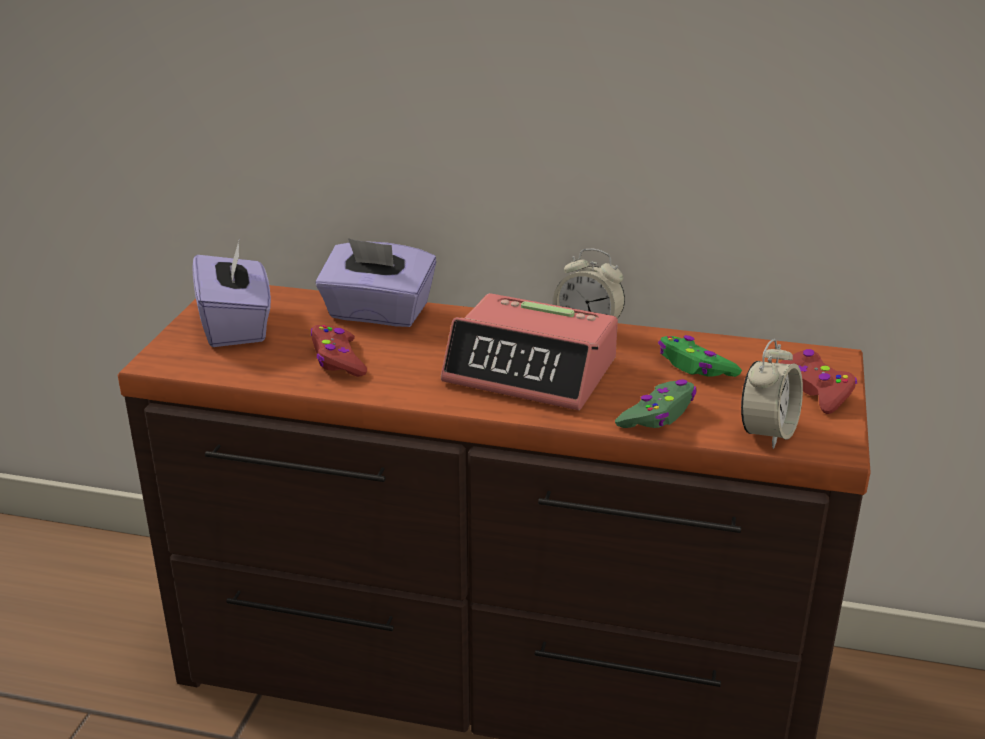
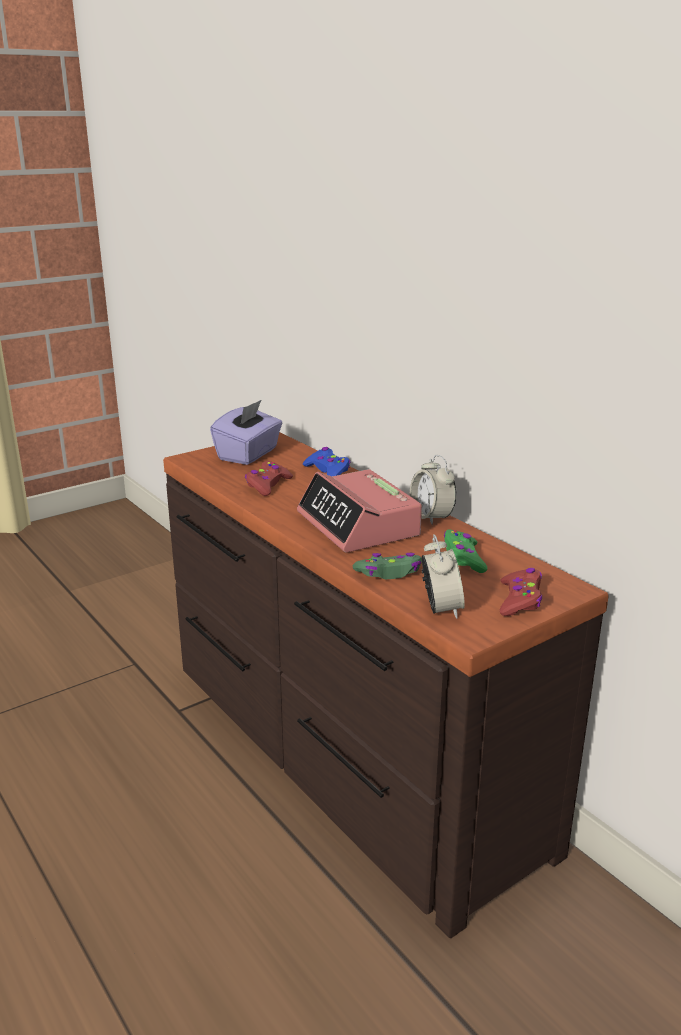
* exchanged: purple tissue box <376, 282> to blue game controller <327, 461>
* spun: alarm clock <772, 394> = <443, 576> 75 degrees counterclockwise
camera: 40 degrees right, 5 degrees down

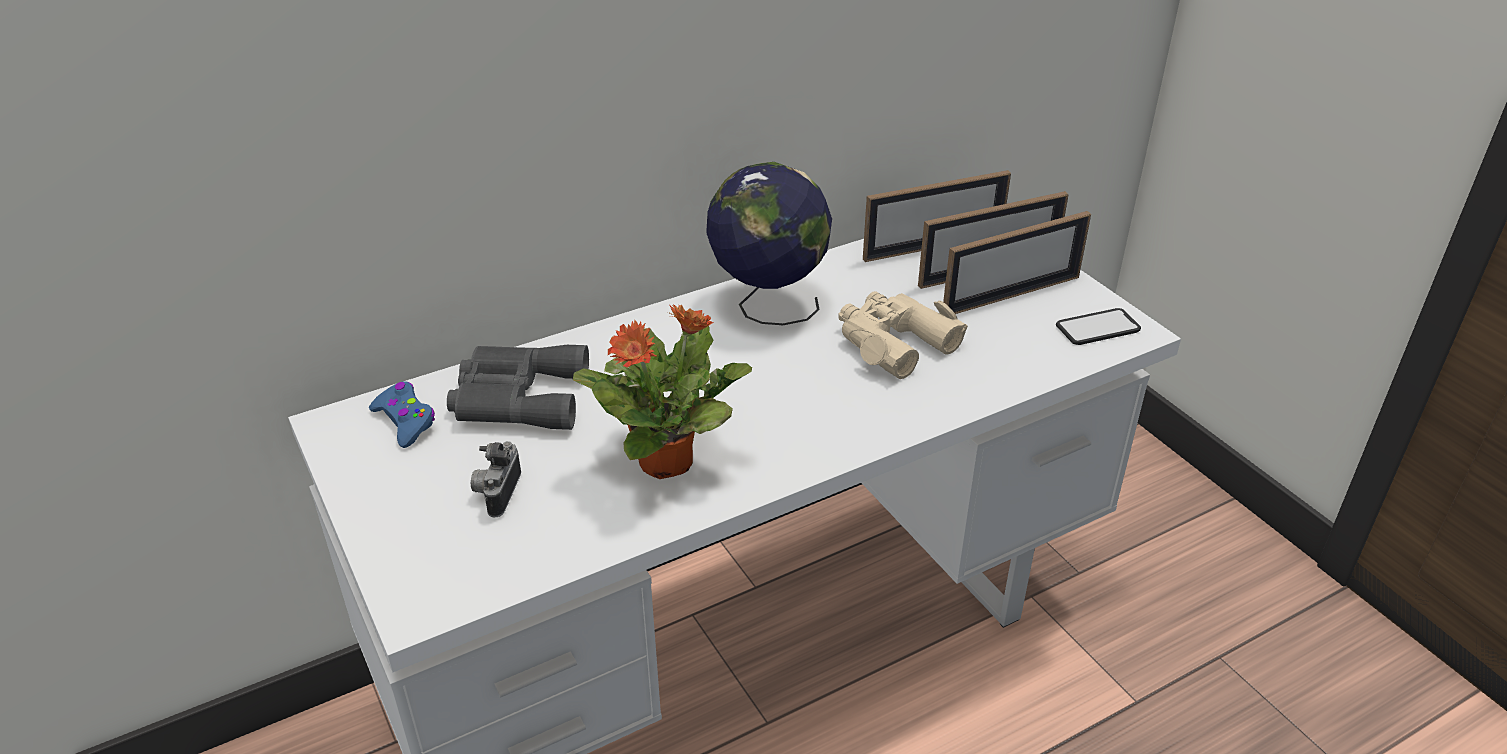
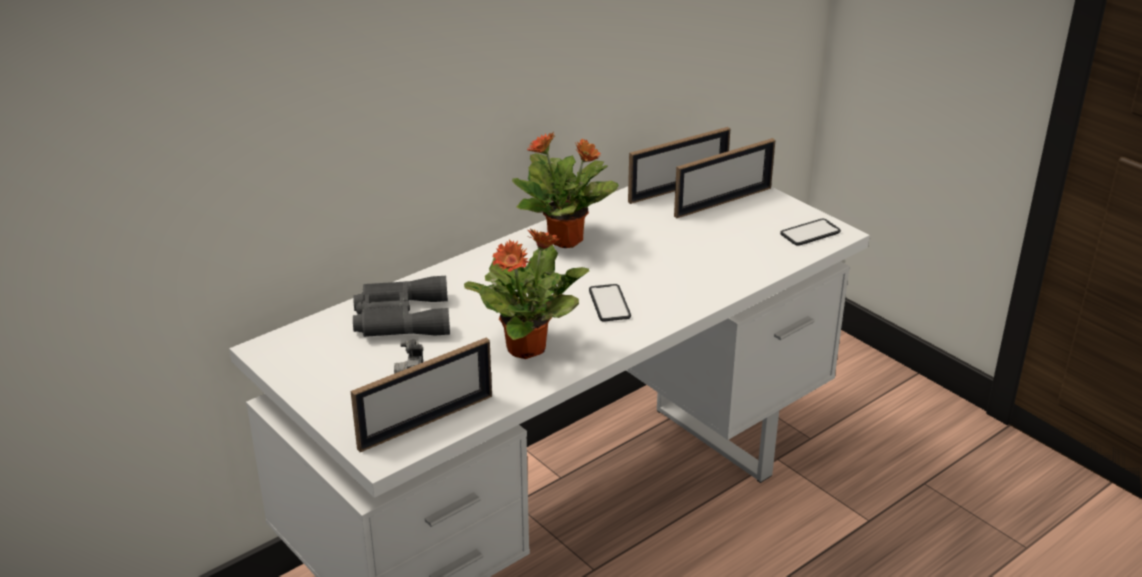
* missing: blue game controller <402, 414>
* missing: beige binoculars <903, 335>
* appeared: phone <610, 303>
* relocated: picture frame <1017, 262> to <421, 394>
* exchanged: globe <769, 243> to potted plant <565, 190>
camera: 10 degrees left, 5 degrees down

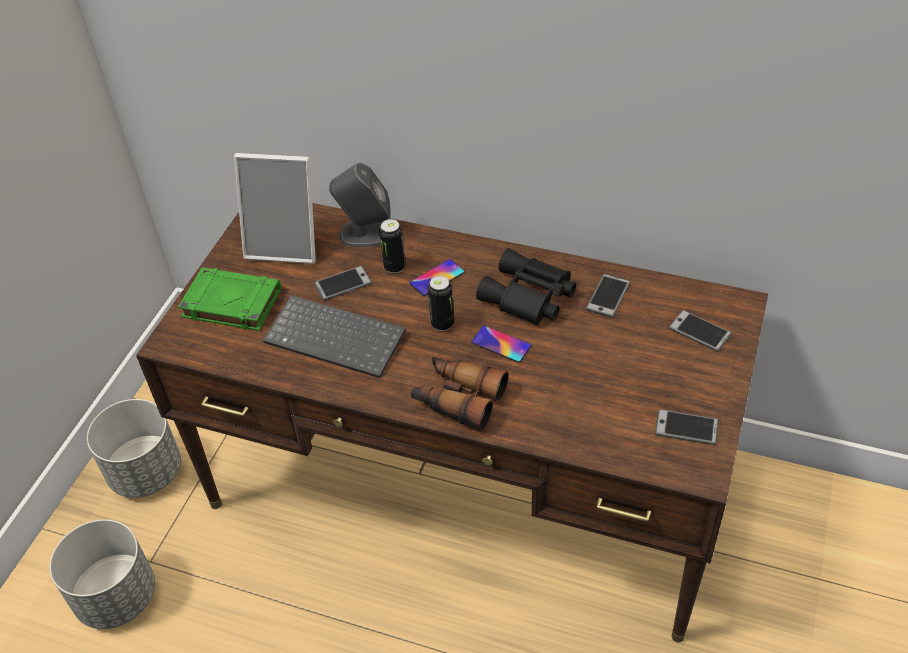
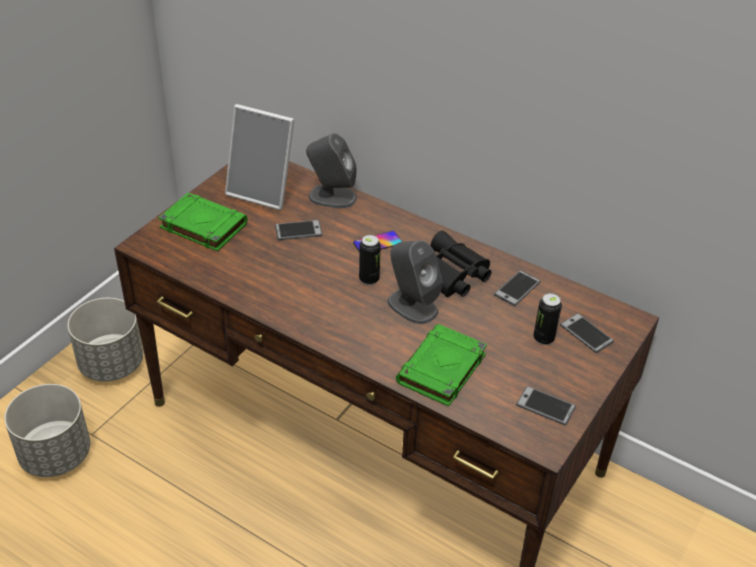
* missing: keyboard <334, 336>
* missing: binoculars <460, 394>
* appeared: green book <441, 365>
* relocated: can <392, 246> to <547, 319>
* exchanged: phone <501, 344> to grey speaker <415, 282>
camera: 10 degrees right, 5 degrees down

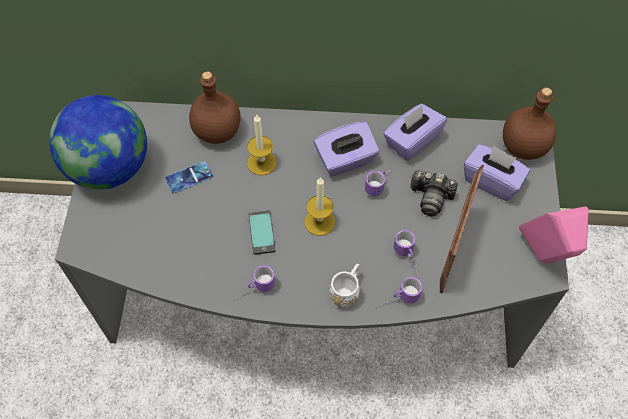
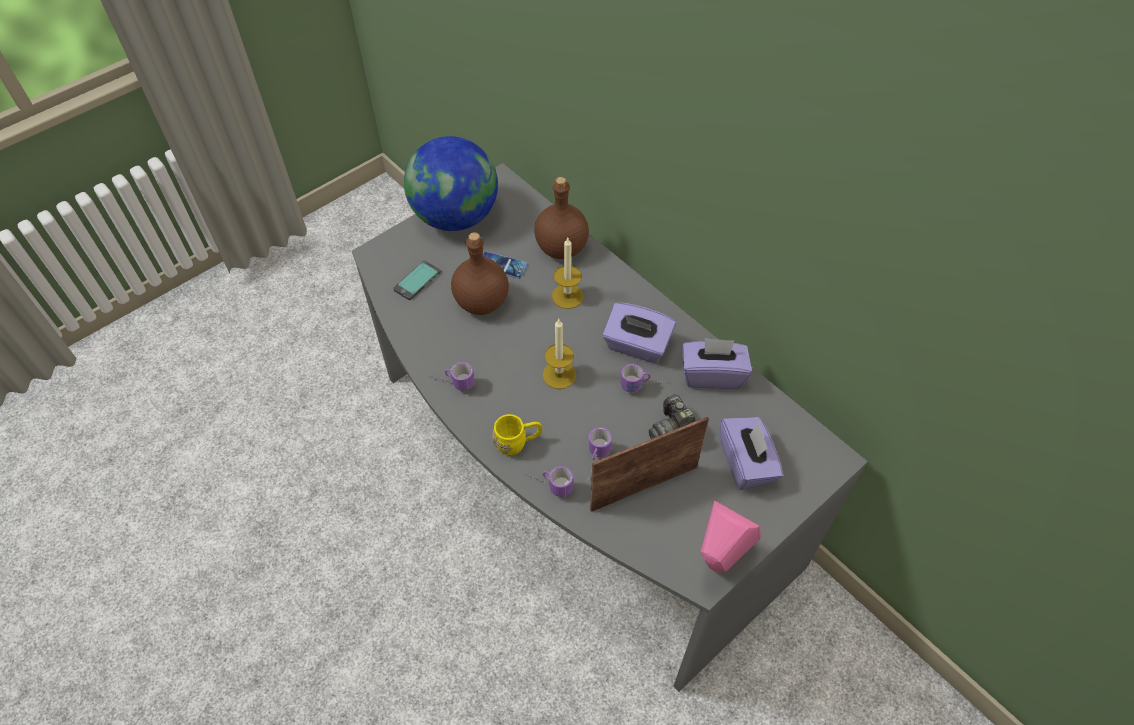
* relocated: phone <262, 232> to <417, 280>
* relocated: brown bottle <529, 123> to <480, 273>
* colour: white mug <344, 286> to yellow mug <517, 435>
camera: 45 degrees right, 5 degrees down

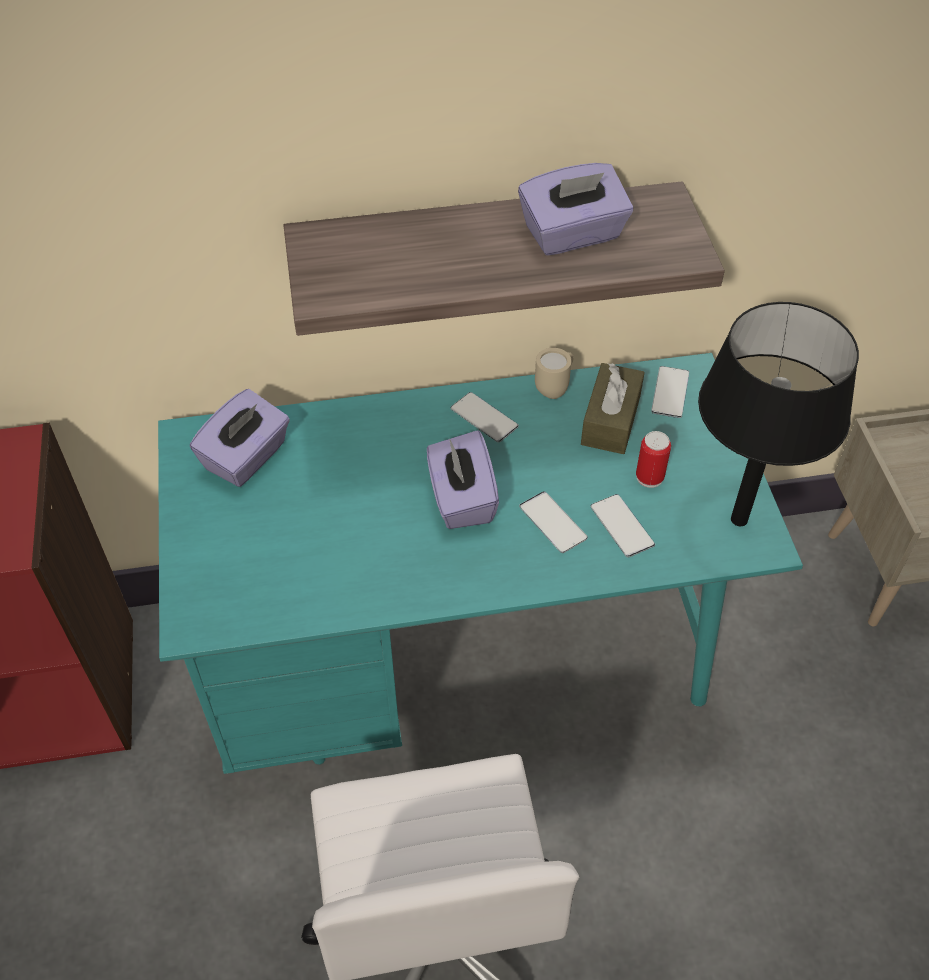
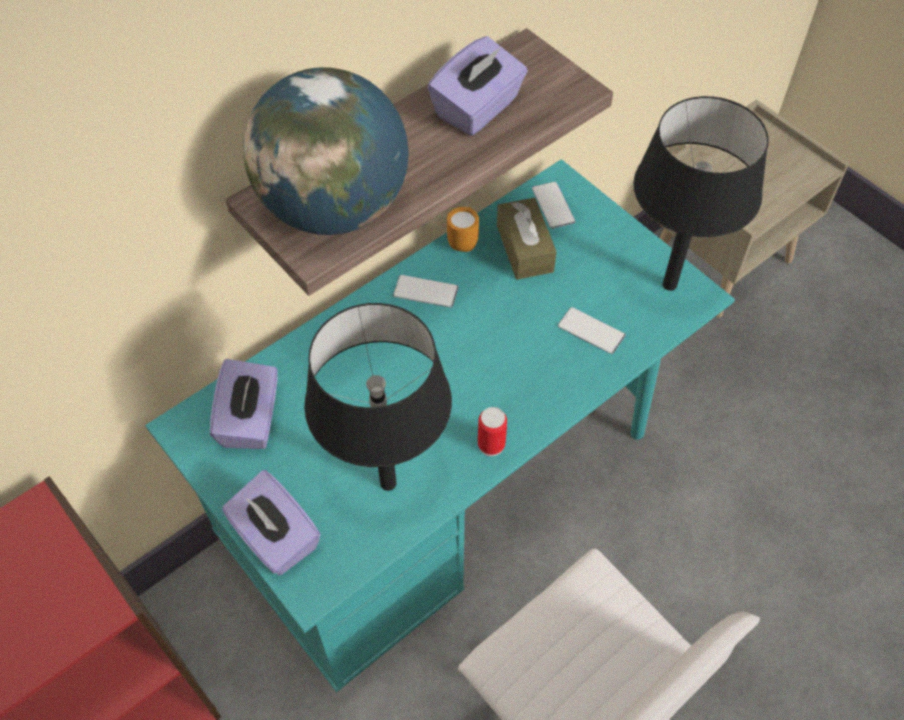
* missing: phone <553, 522>
* appeared: globe <326, 151>
* appeared: black table lamp <378, 397>
* relocated: purple tissue box <463, 479> to <271, 522>
* relocated: can <653, 459> to <492, 431>
* colour: beige mug <554, 373> to orange mug <463, 229>
camera: 30 degrees left, 5 degrees up

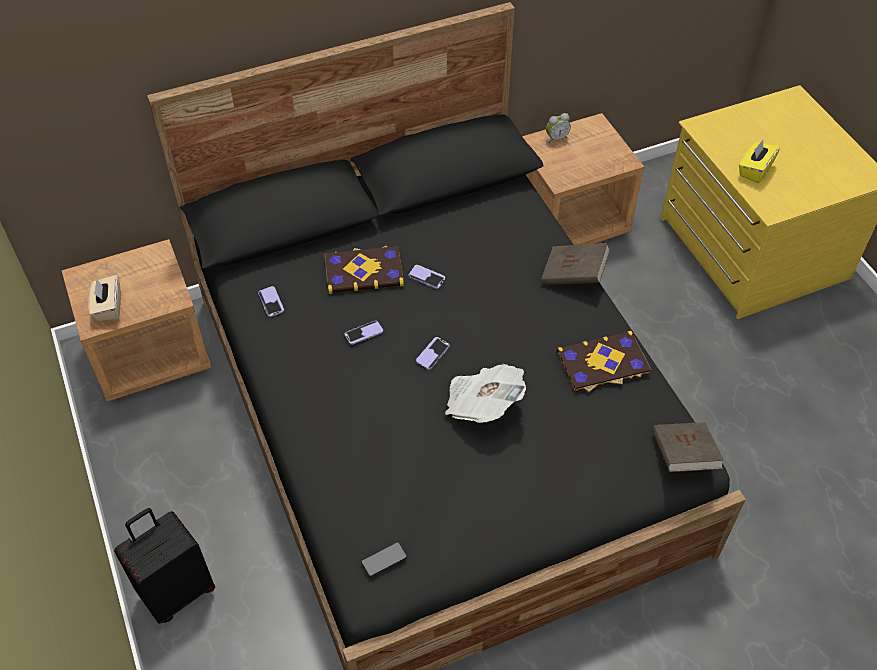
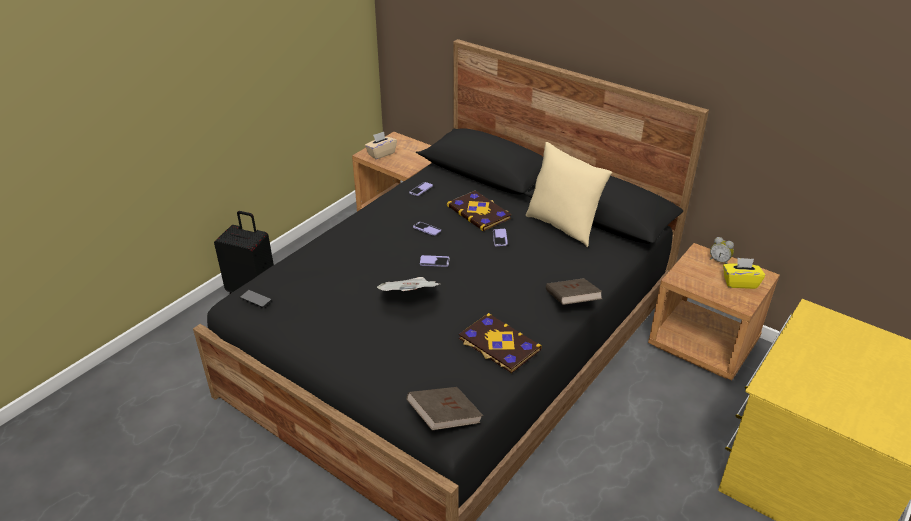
* appeared: beige pillow <569, 194>
* relocated: yellow tissue box <759, 161> to <744, 273>
camera: 60 degrees right, 15 degrees down

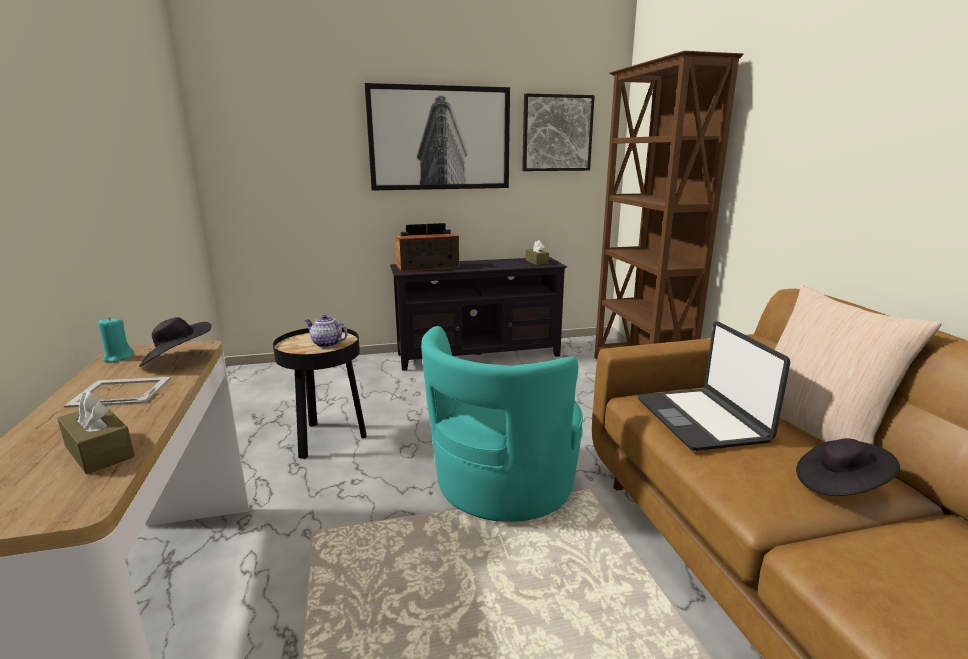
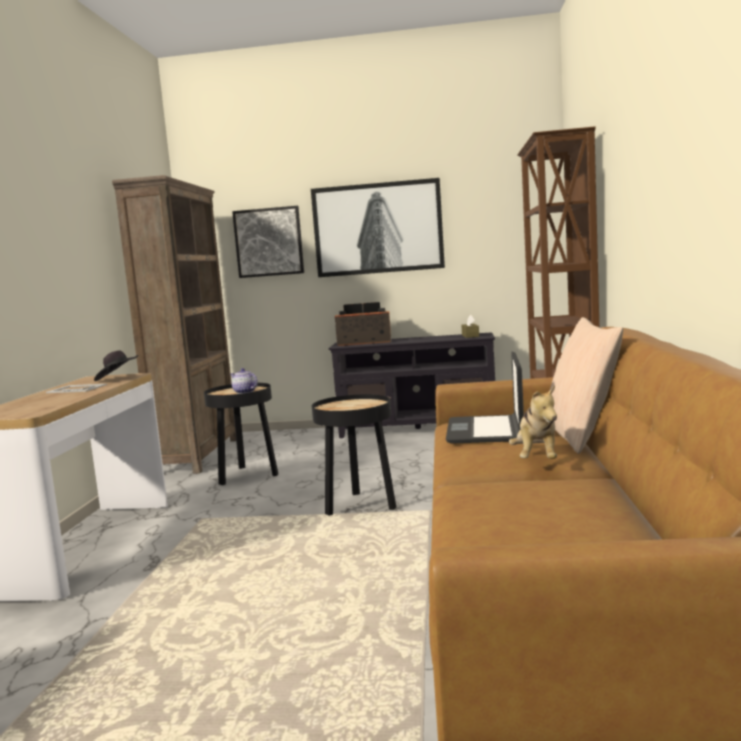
* missing: brown tissue box <96, 432>
* missing: turquoise candle <116, 340>
* appeared: brown bookcase <174, 324>
* relocated: picture <558, 132> to <268, 242>
* exchanged: turquoise armchair <502, 424> to black side table <354, 455>
* exchanged: black hat <848, 467> to plush toy <533, 422>
camera: 20 degrees right, 10 degrees down

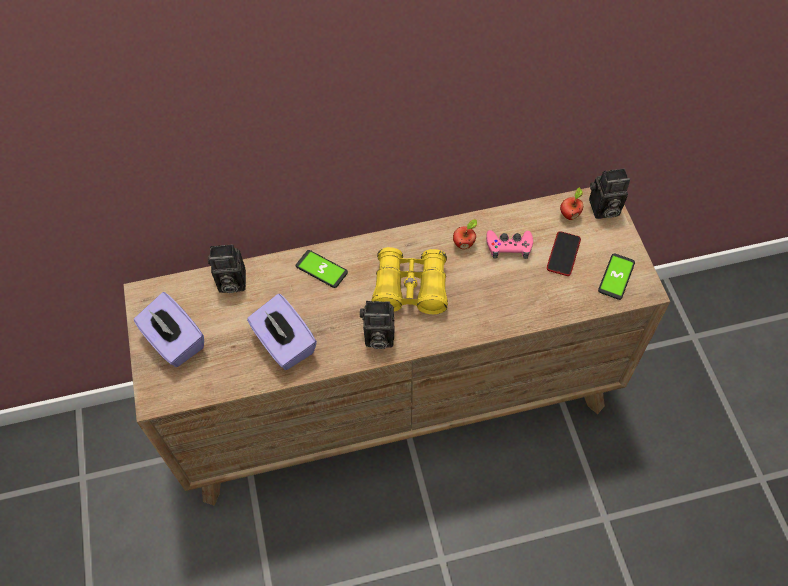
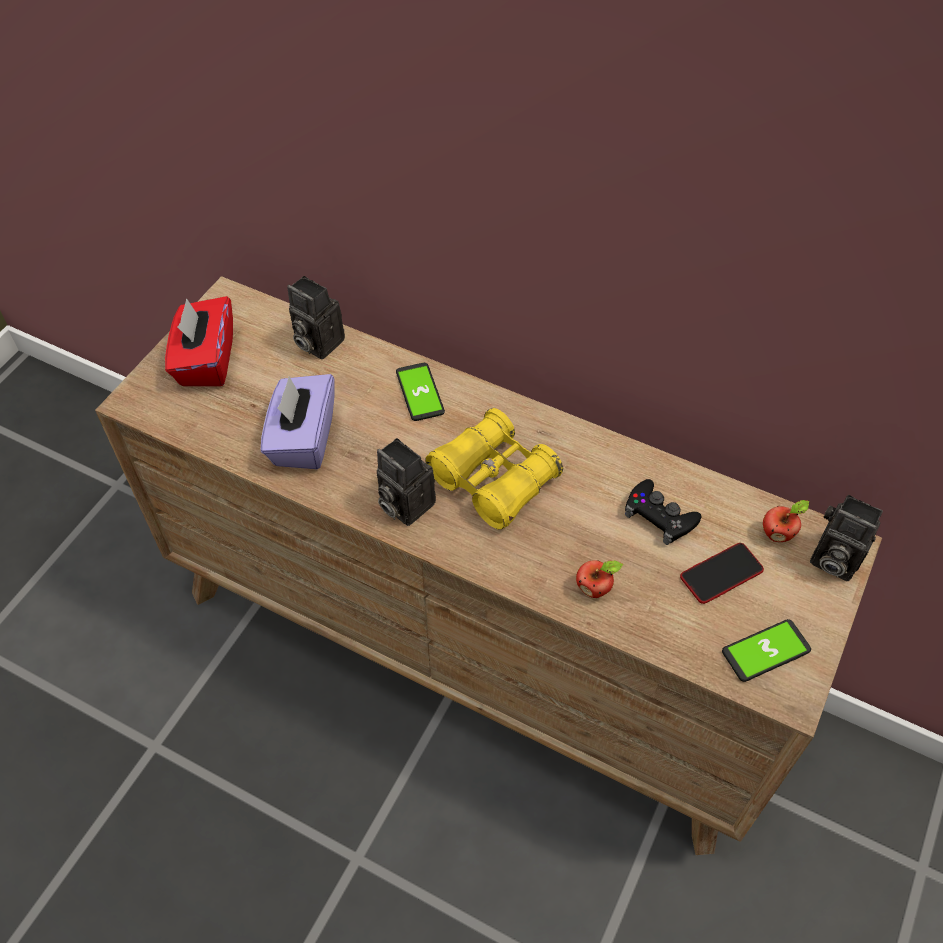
* relocated: apple <465, 234> to <599, 579>
* colour: purple tissue box <169, 329> to red tissue box <199, 341>
* colour: pink game controller <509, 244> to black game controller <663, 512>
camera: 40 degrees right, 5 degrees down

